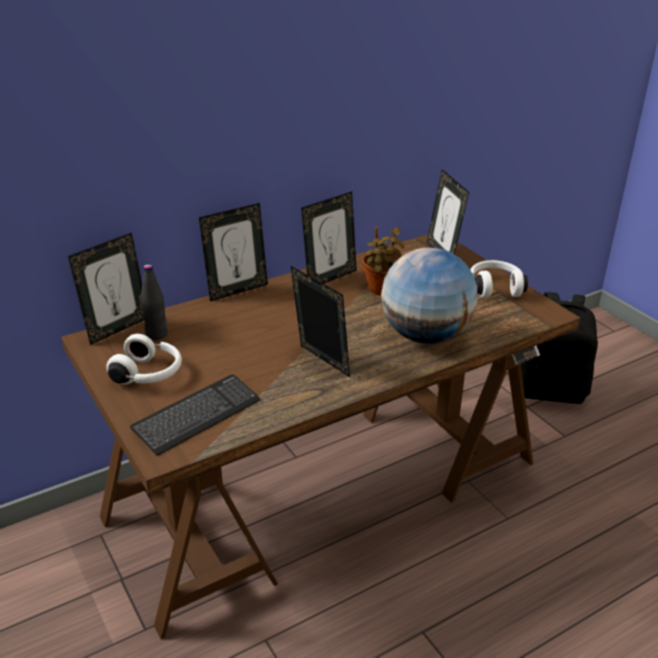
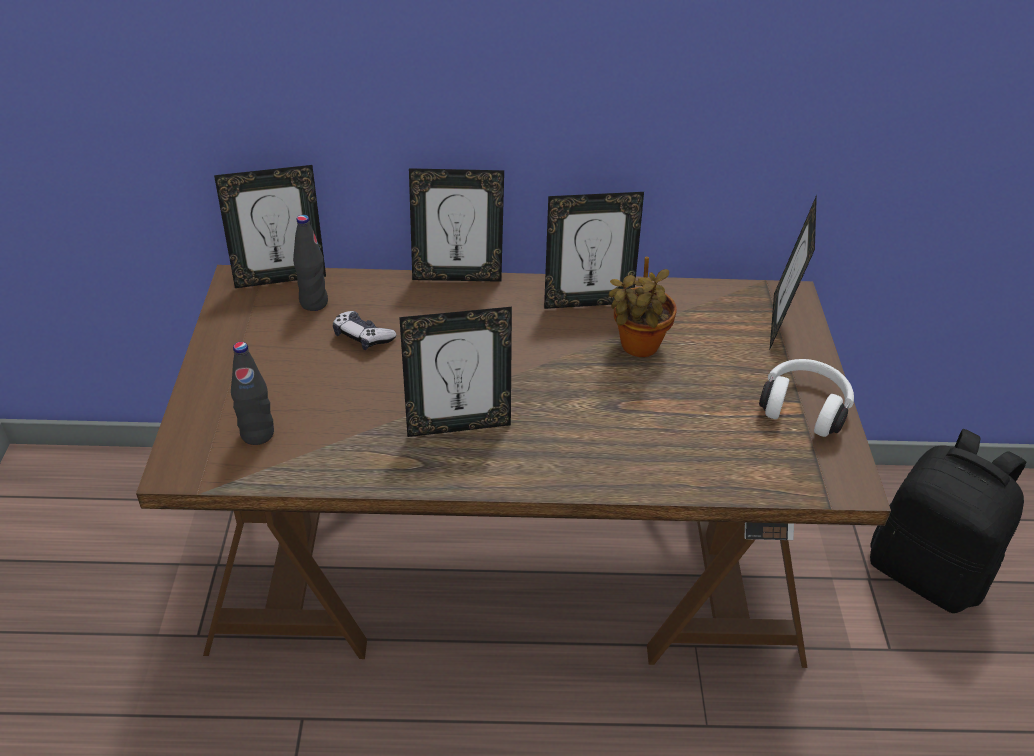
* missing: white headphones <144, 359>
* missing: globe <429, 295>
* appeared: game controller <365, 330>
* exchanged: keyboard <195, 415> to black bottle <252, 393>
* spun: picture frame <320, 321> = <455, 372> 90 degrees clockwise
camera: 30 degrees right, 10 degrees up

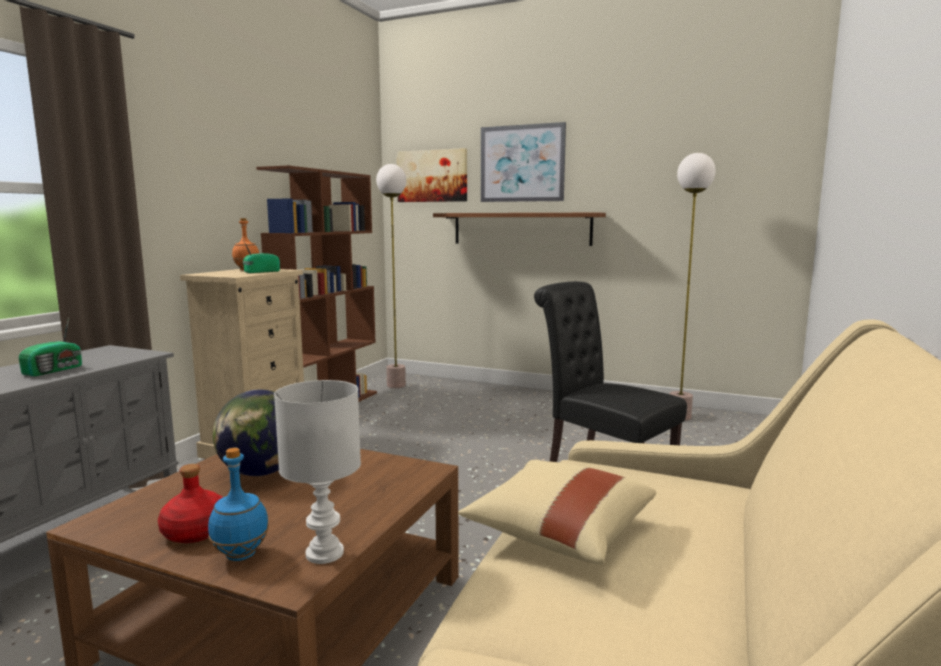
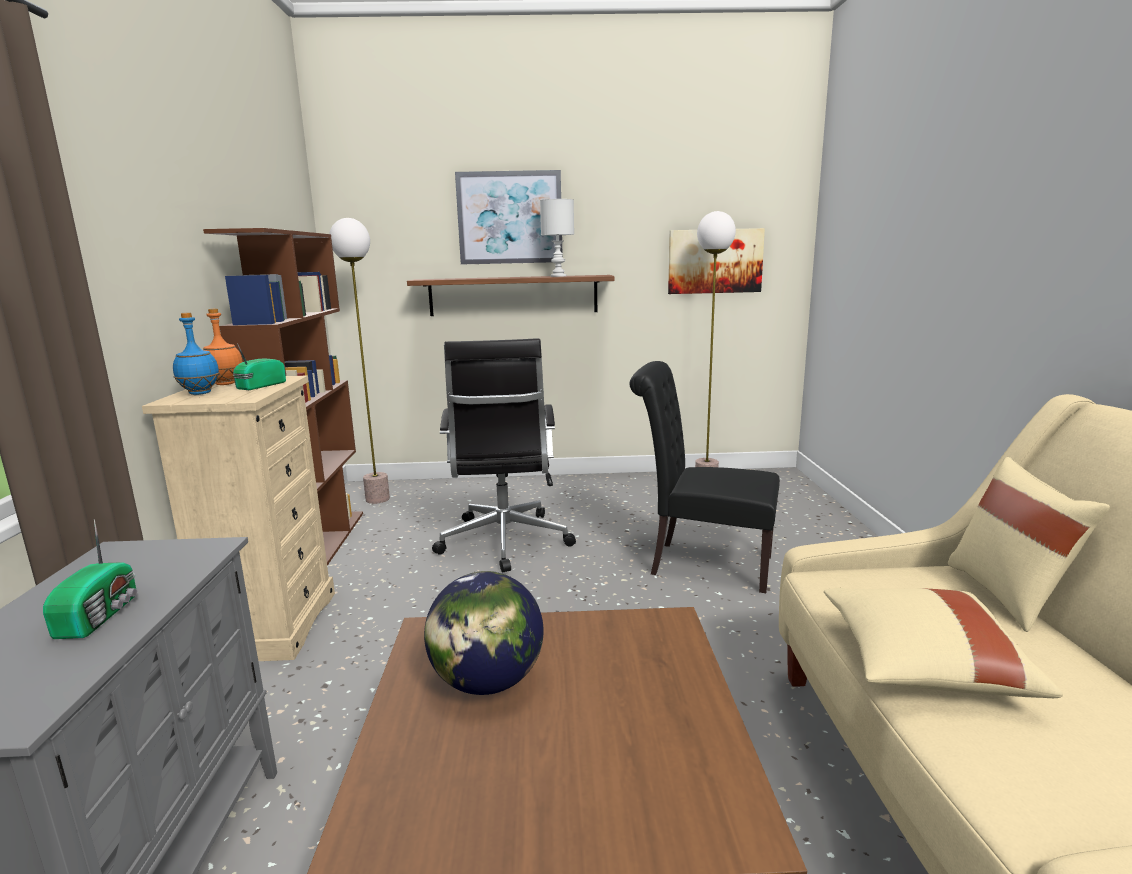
* missing: red bottle <190, 503>
* appeared: black office chair <504, 455>
* appeared: beige pillow <1029, 544>
* relocated: blue bottle <238, 504> to <196, 354>
* relocated: white table lamp <317, 472> to <557, 238>
* relocated: picture <432, 175> to <716, 261>
camera: 25 degrees left, 5 degrees up

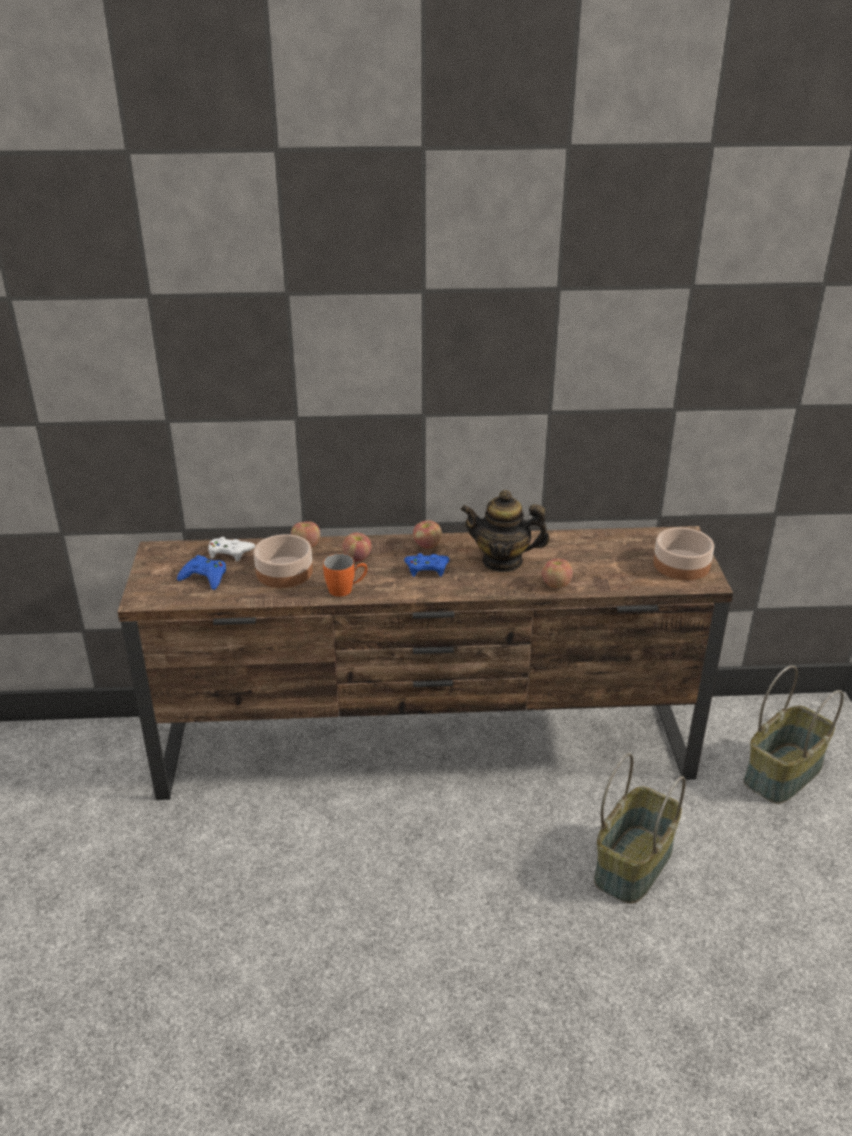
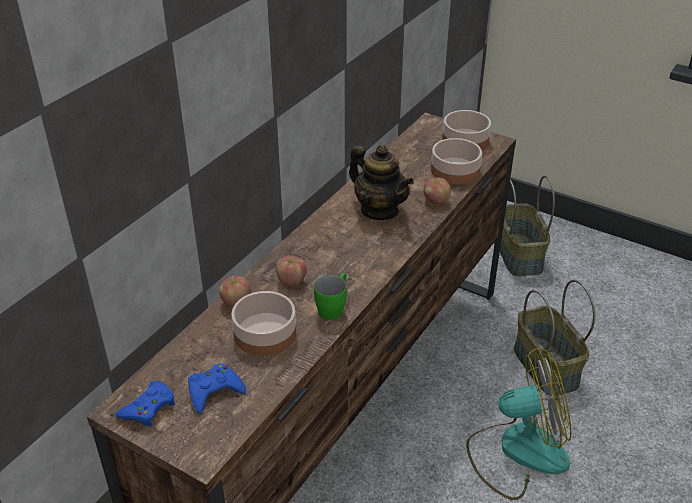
* missing: white game controller <232, 549>
* missing: apple <427, 534>
* appeared: bowl <456, 161>
* appeared: fan <518, 424>
* relocated: blue game controller <427, 565> to <145, 404>
* colour: orange mug <345, 575> to green mug <330, 296>
* spun: teapot <505, 531> = <381, 182> 90 degrees counterclockwise
camera: 55 degrees left, 5 degrees up

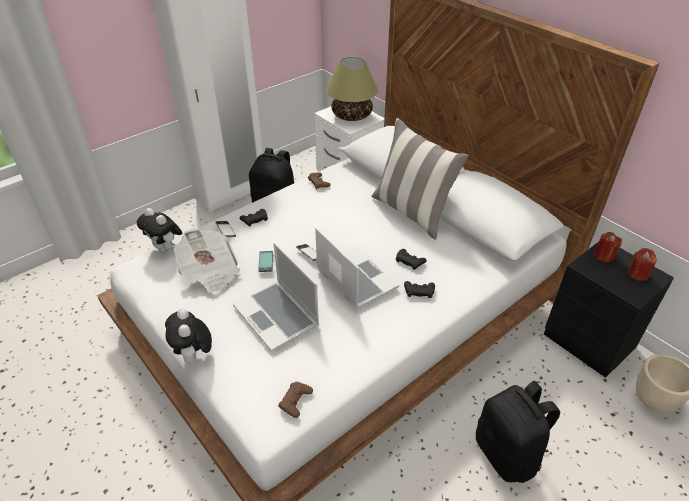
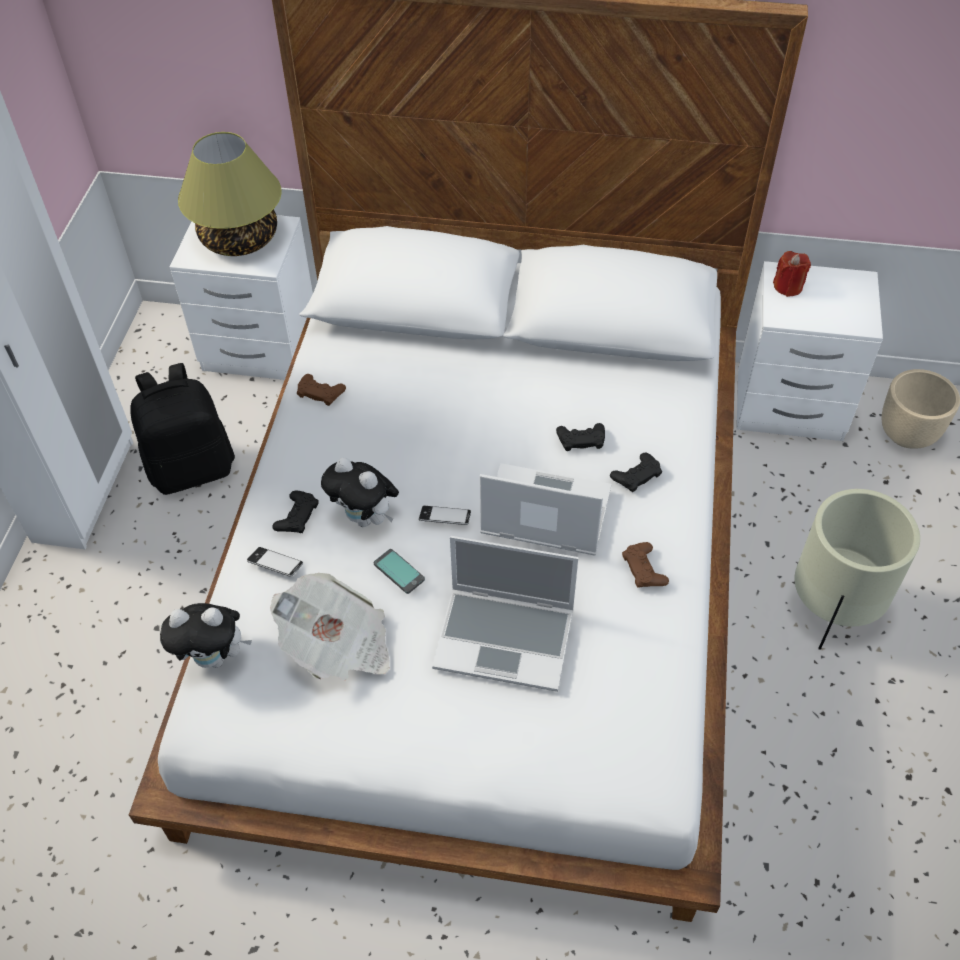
* missing: pillow <420, 179>
* missing: red candle <642, 264>
* relocated: plush toy <188, 336> to <360, 492>
* relocated: brown game controller <295, 400> to <645, 565>
* exchanged: black backpack <518, 432> to beige planter <857, 569>
* colour: black nightstand <609, 310> to white nightstand <810, 351>
camera: 40 degrees left, 10 degrees up

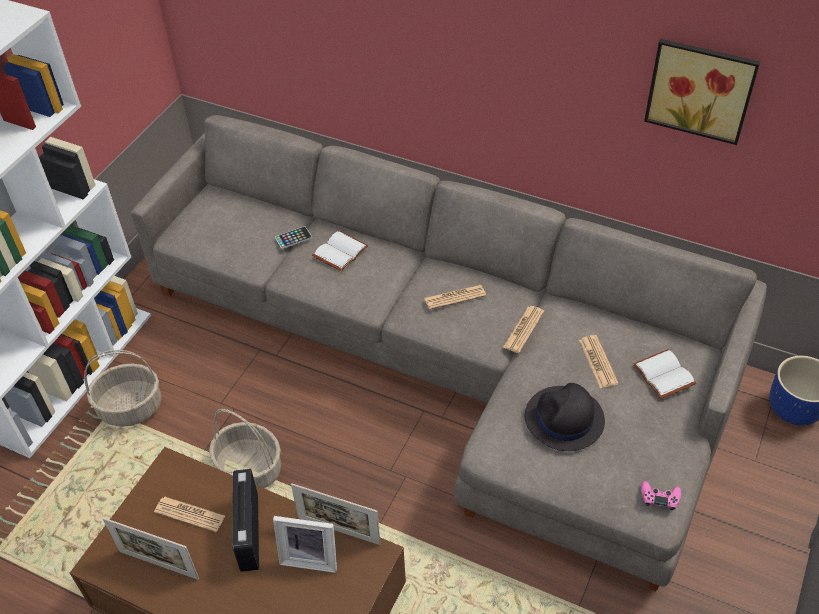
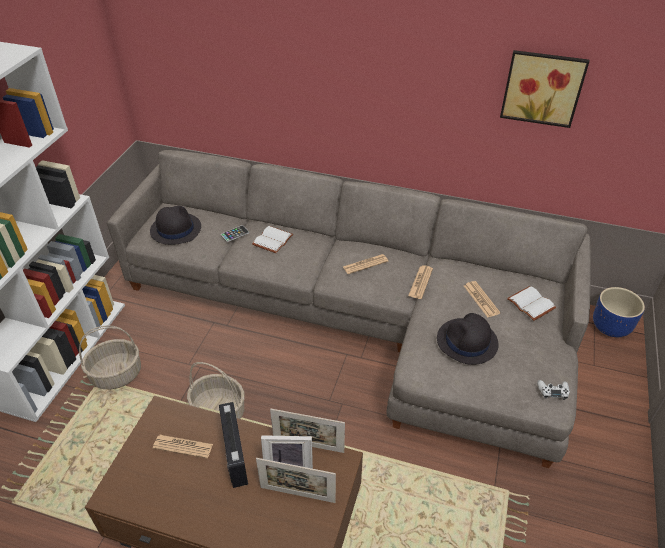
* appeared: black hat <175, 225>
* relocated: picture frame <151, 549> to <296, 480>
* colour: pink game controller <661, 495> to white game controller <553, 390>
camera: 10 degrees left, 5 degrees down

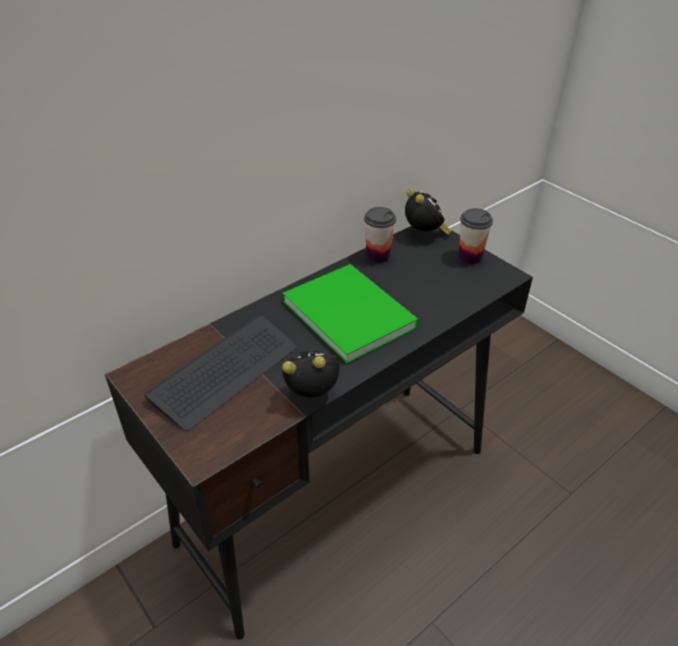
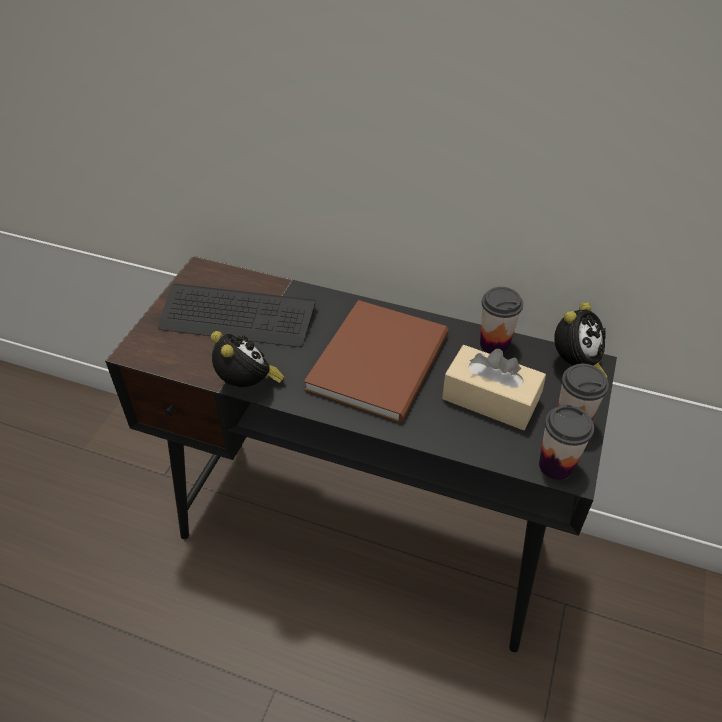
* appeared: beige tissue box <494, 387>
* appeared: cup <566, 442>
* colour: green book <351, 314> to brown book <376, 361>
camera: 60 degrees right, 5 degrees up

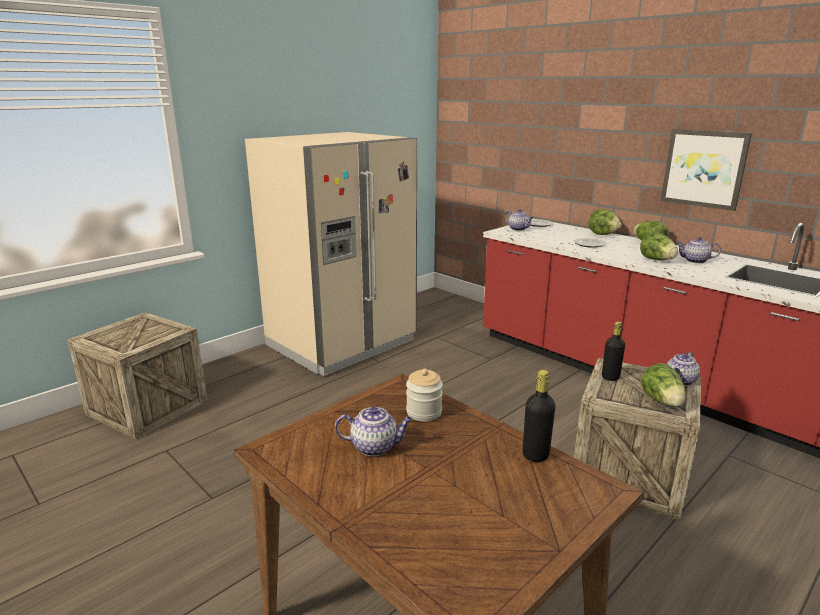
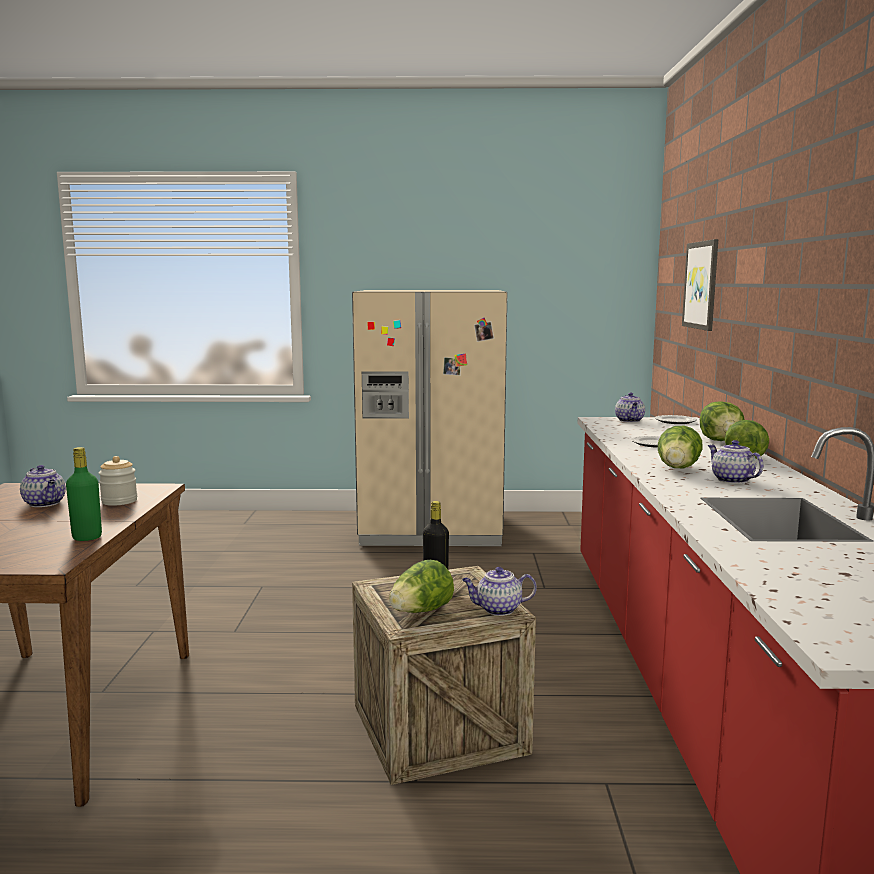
* missing: crate <137, 375>
* relocated: picture <706, 170> to <700, 285>
* colour: black bottle <539, 416> to green bottle <84, 494>
camera: 45 degrees right, 10 degrees down

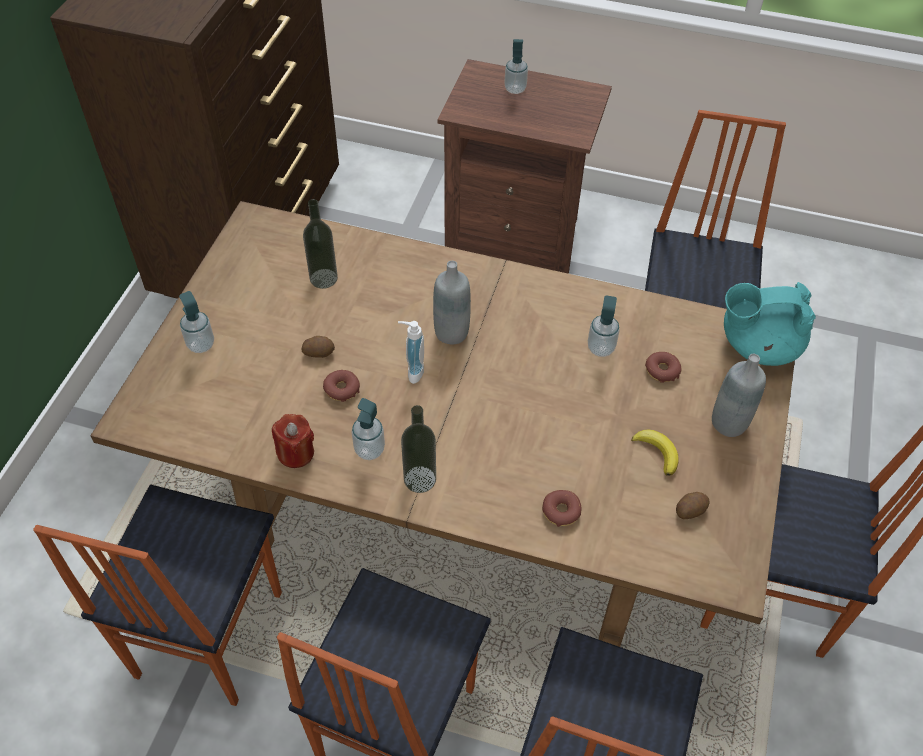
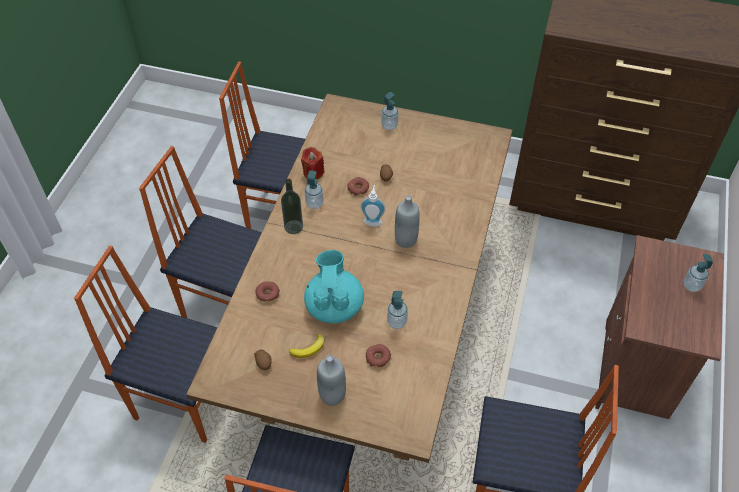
* missing: bottle <320, 244>
* relocated: turquoise teapot <770, 324> to <334, 286>
camera: 90 degrees right, 0 degrees up

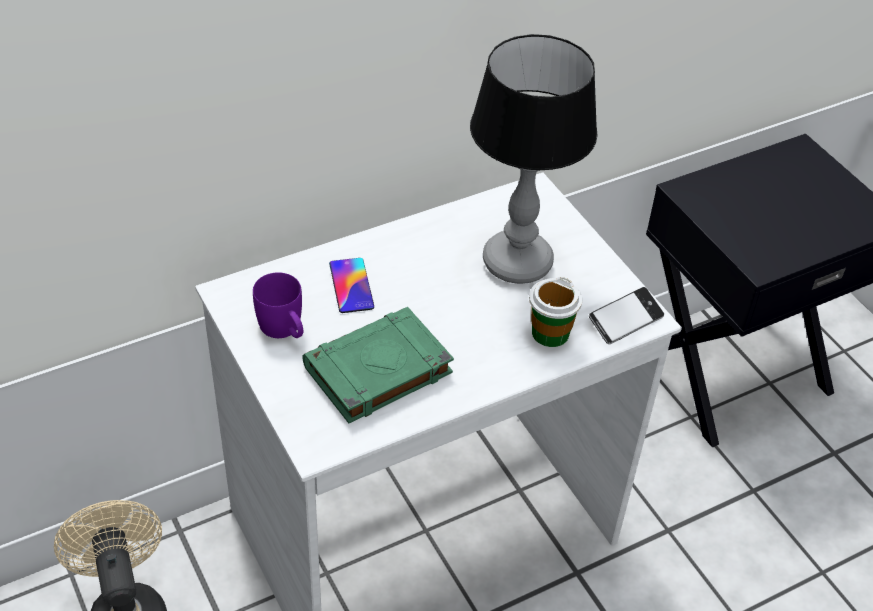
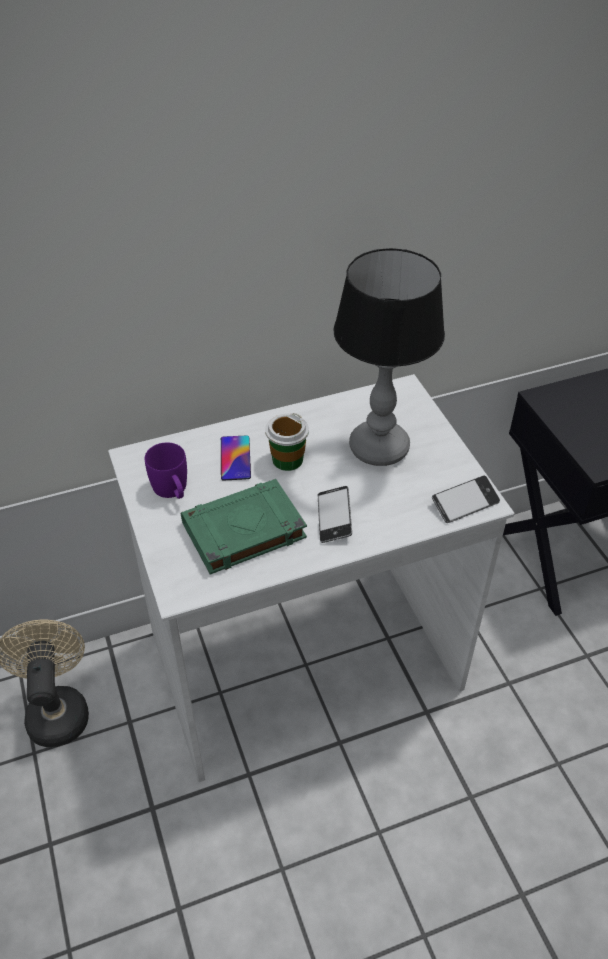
* appeared: phone <335, 514>
* relocated: cup <555, 312> to <287, 442>
camera: 10 degrees right, 0 degrees up

